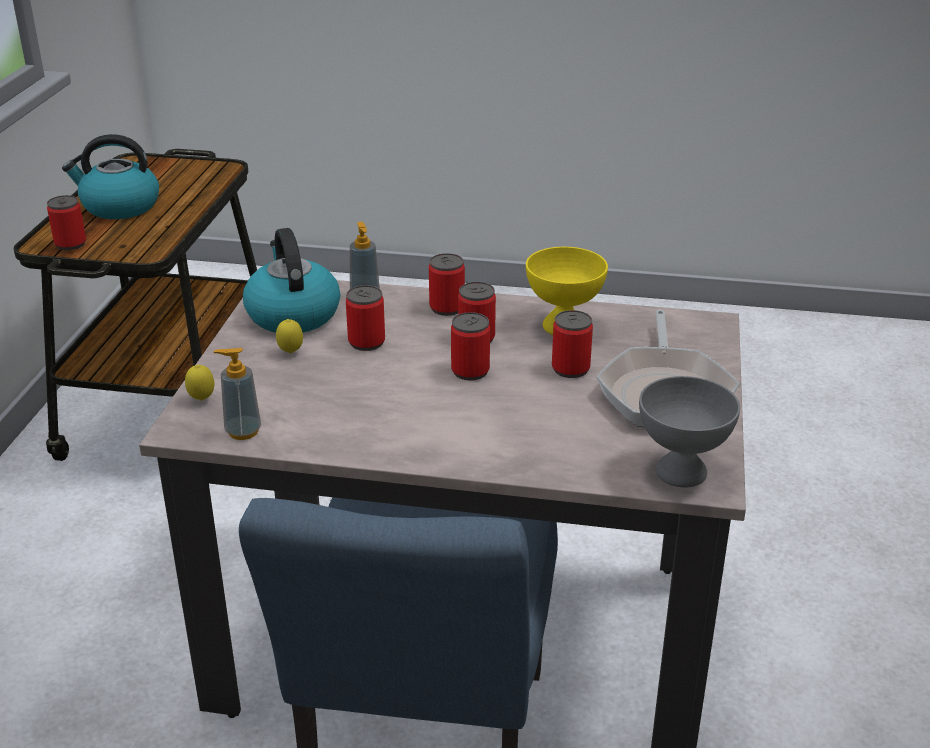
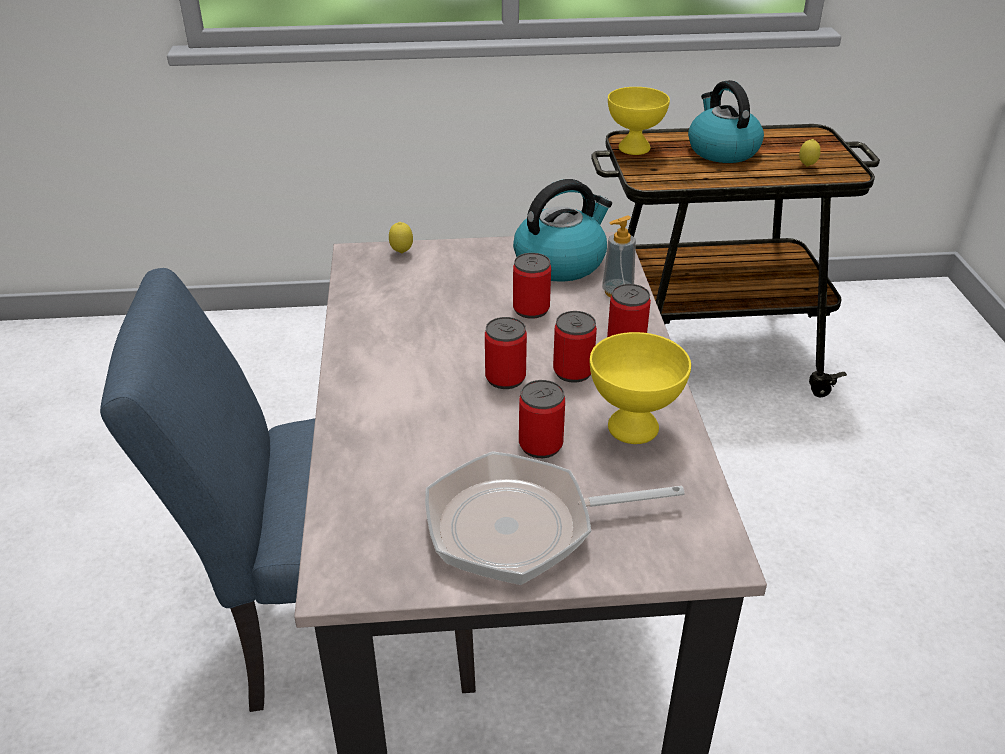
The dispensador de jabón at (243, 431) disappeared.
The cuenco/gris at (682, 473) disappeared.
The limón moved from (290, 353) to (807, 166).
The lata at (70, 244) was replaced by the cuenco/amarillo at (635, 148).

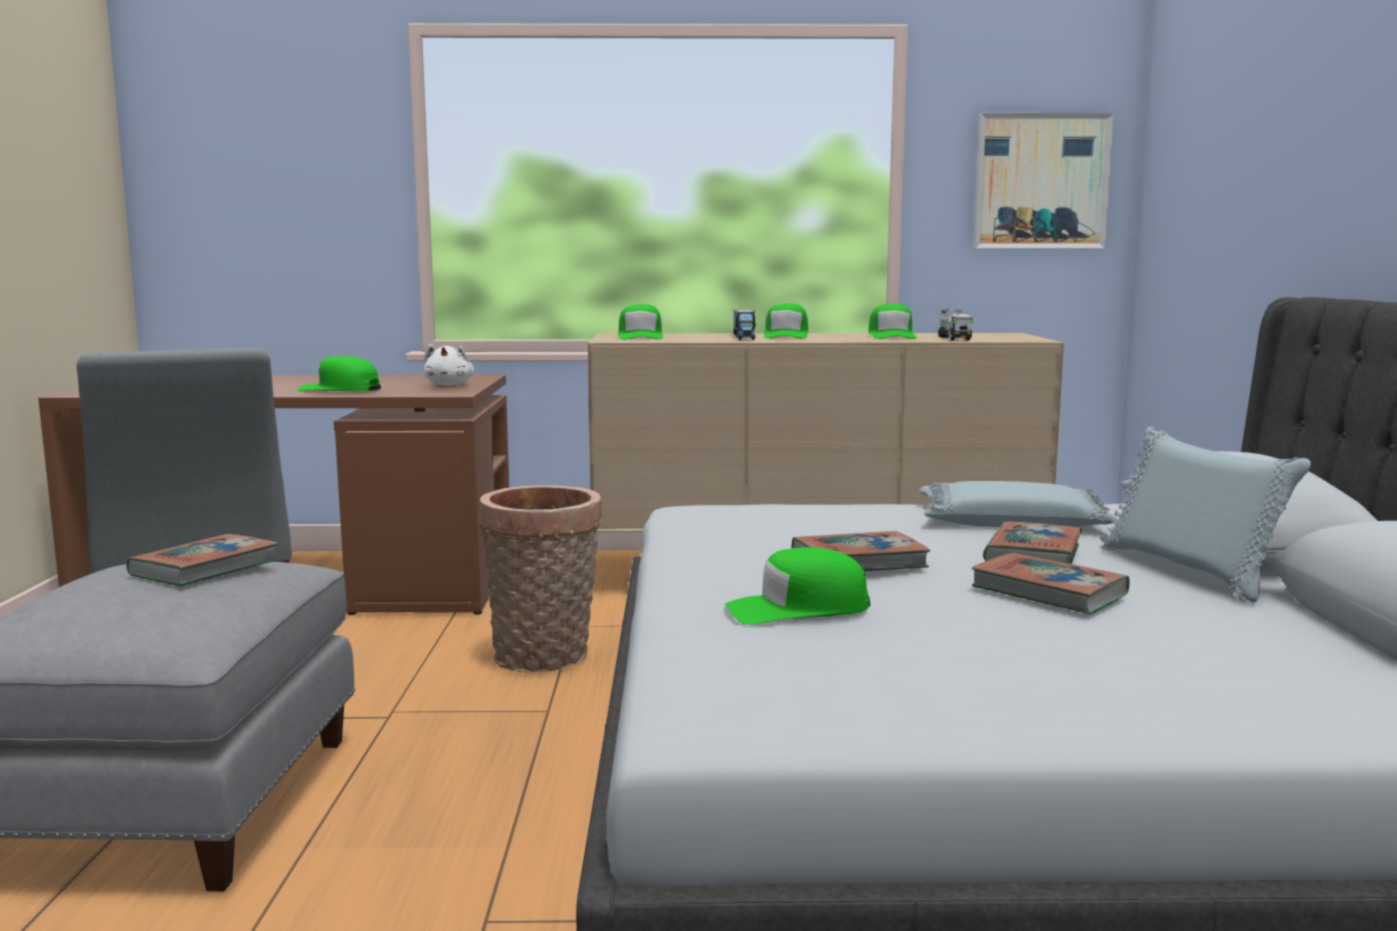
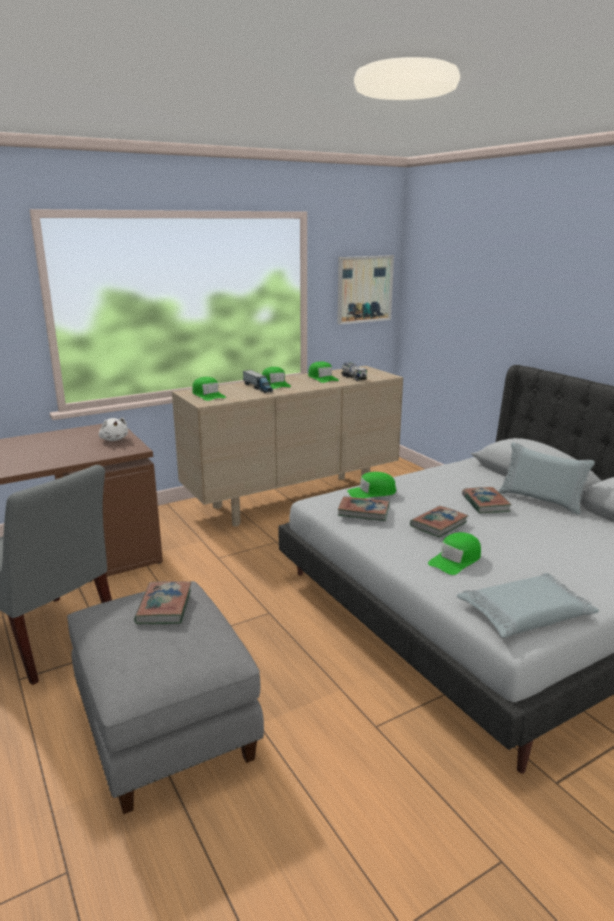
The cesta at (545, 659) disappeared.
The gorra/verde moved from (340, 390) to (372, 492).
The cojín/azul moved from (1012, 519) to (525, 612).
The libro moved from (1049, 592) to (363, 512).

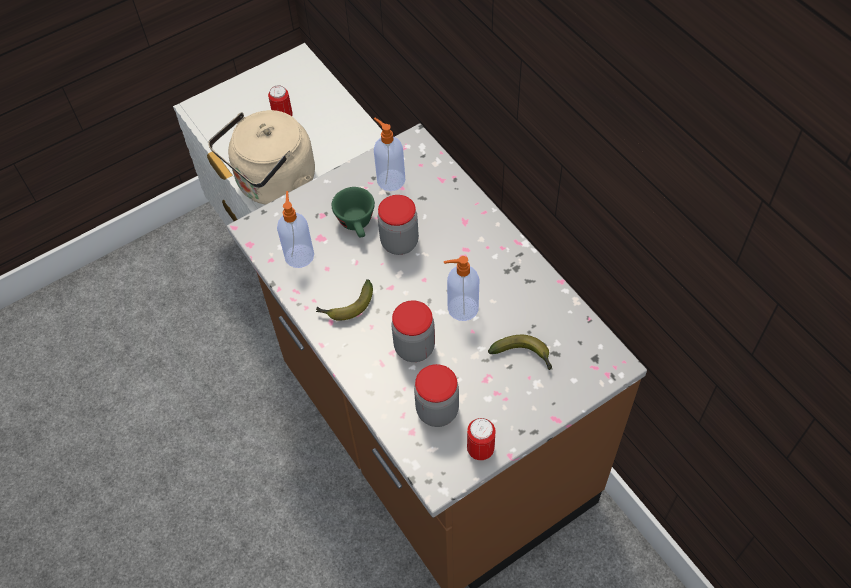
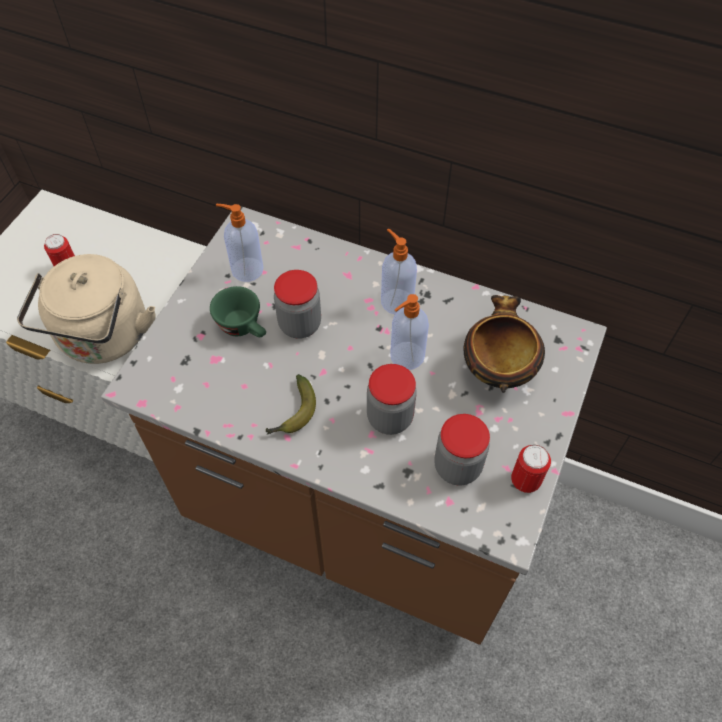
The dispensador de jabón moved from (299, 255) to (396, 301).
The plátano at (524, 356) was replaced by the cuenco at (496, 370).

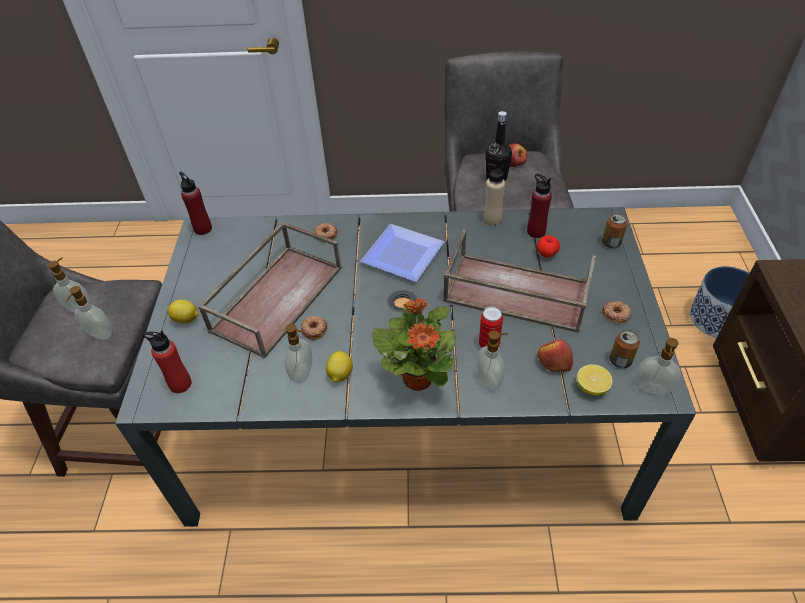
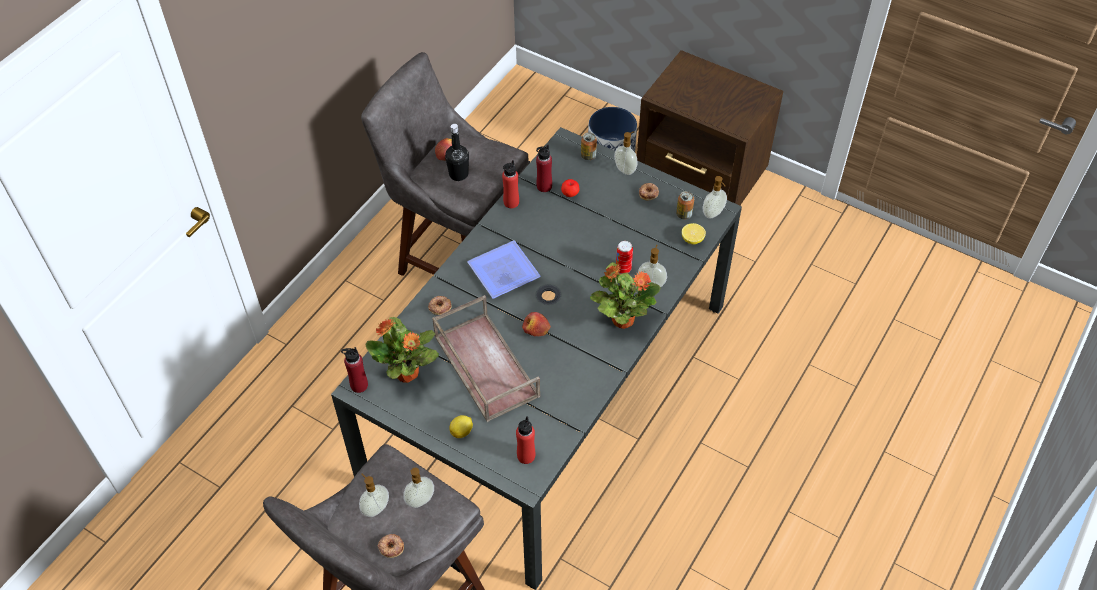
The limón at (340, 375) disappeared.
The bandeja/marrón at (515, 293) disappeared.
The planta en maceta at (407, 374) appeared.
The dispensador de jabón moved from (303, 373) to (625, 169).
The rosquilla moved from (314, 329) to (391, 546).
The manzana moved from (554, 361) to (536, 329).
The botella/beis at (492, 220) became the botella/rojo at (511, 202).

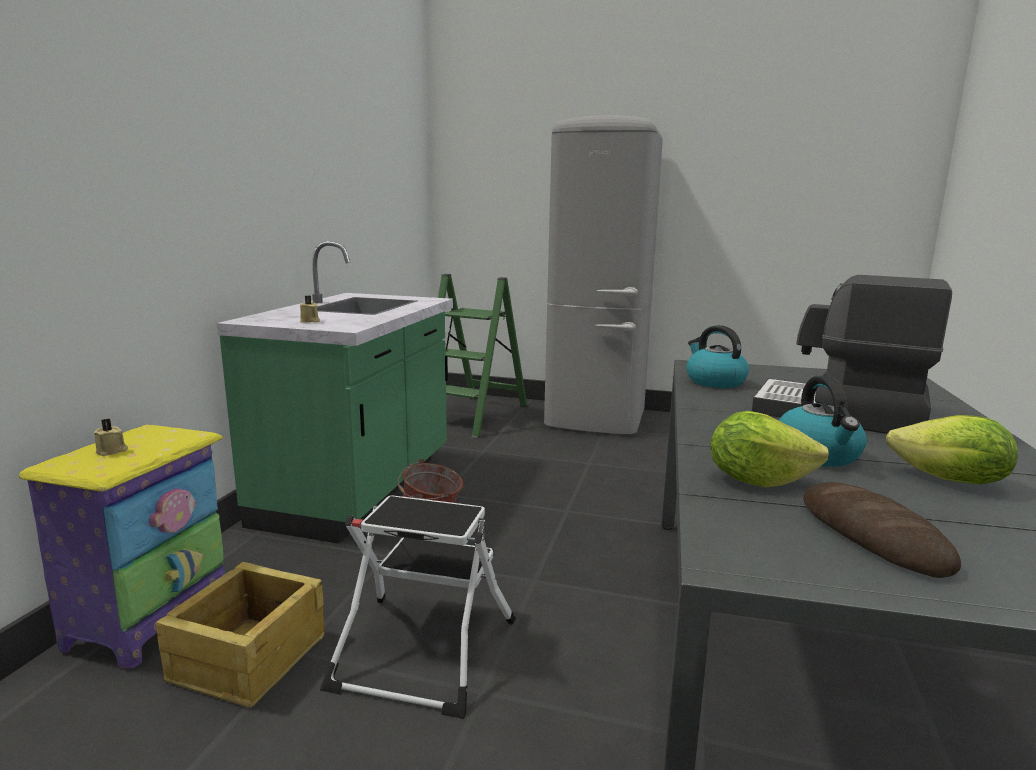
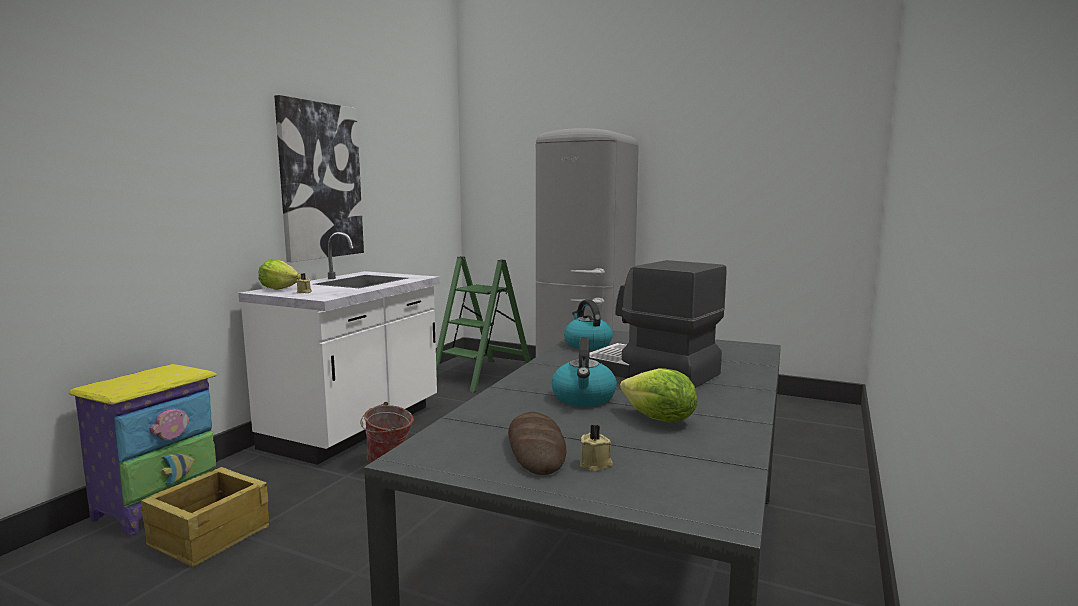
The escalera de tijera at (423, 647) disappeared.
The cuadro at (320, 181) appeared.
The vela/beis moved from (112, 451) to (596, 464).
The lechuga moved from (757, 481) to (279, 288).
The mueble bajo de cocina/verde at (359, 491) became the mueble bajo de cocina/blanco at (355, 428).

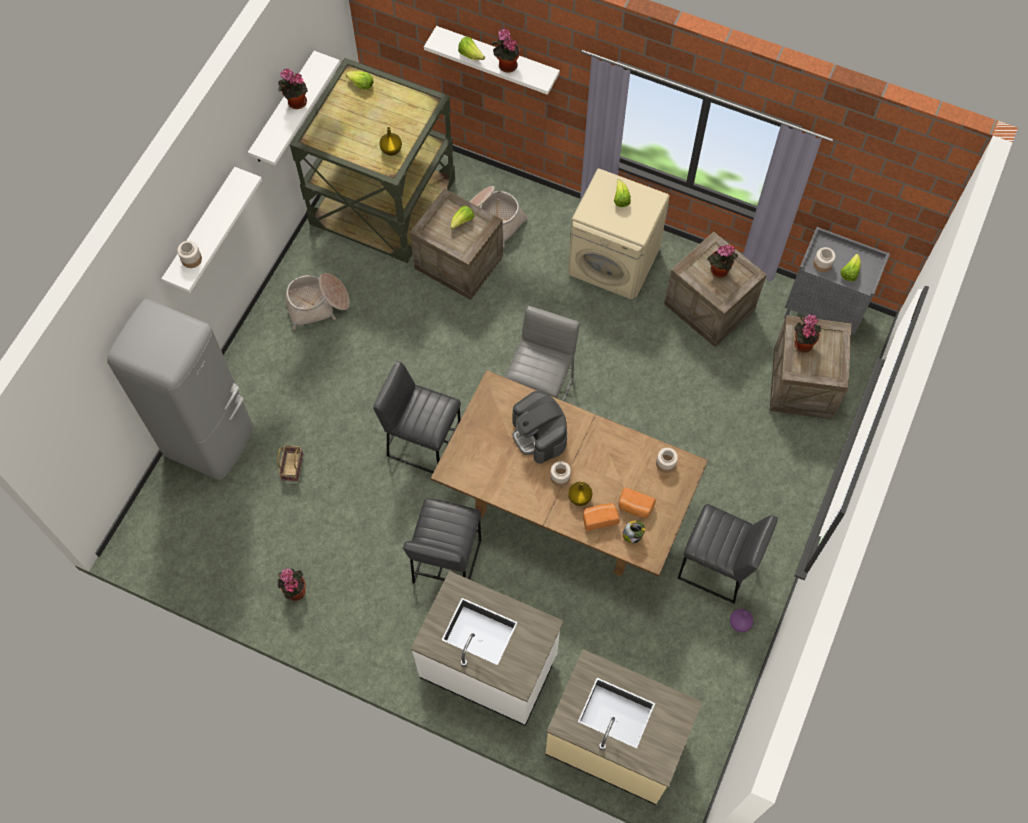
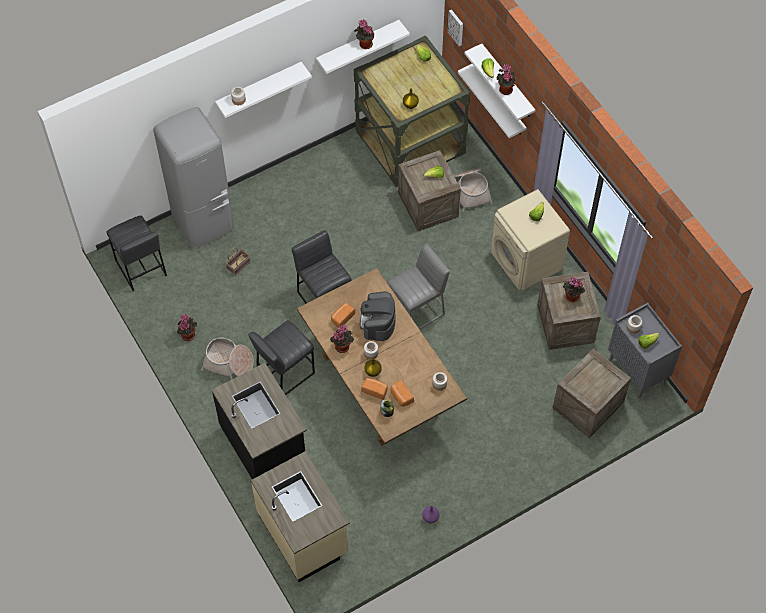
The pan at (342, 318) appeared.
The cuadro at (456, 27) appeared.
The estante/blanco at (499, 100) appeared.
The cesta moved from (318, 305) to (228, 363).
The taburete/gris moved from (717, 568) to (141, 268).
The planta en maceta moved from (802, 343) to (342, 346).
The mueble bajo de cocina/blanco at (489, 665) became the mueble bajo de cocina/negro at (264, 445).

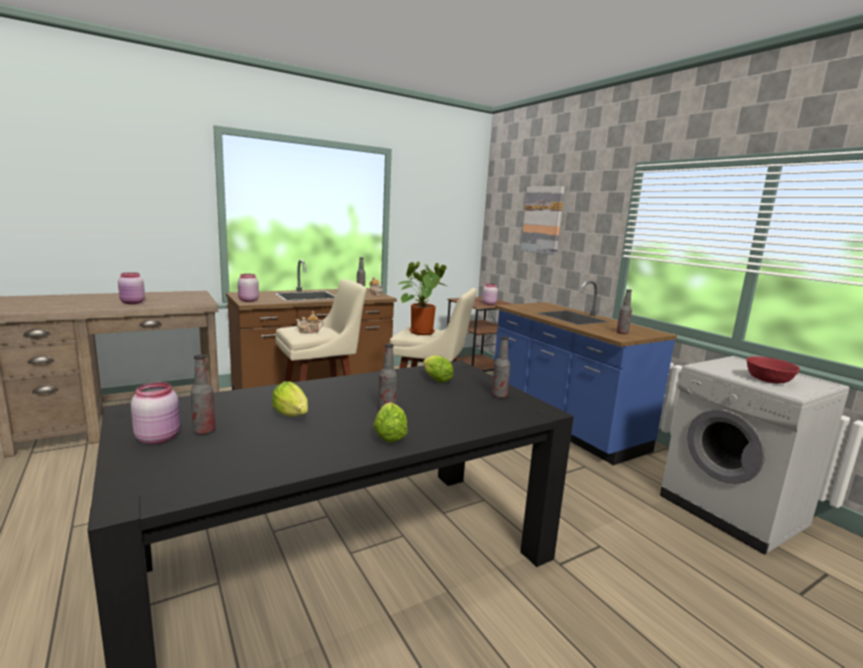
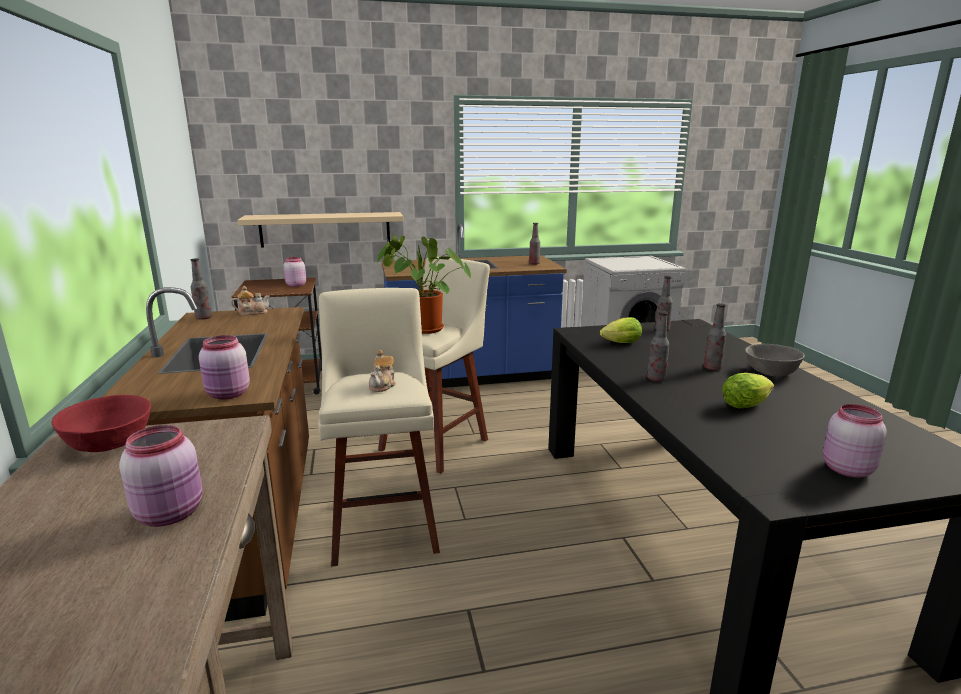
The cuadro at (543, 220) disappeared.
The estante/beis at (325, 229) appeared.
The botella moved from (204, 431) to (656, 379).
The cuenco/rojo moved from (769, 380) to (110, 442).
The lechuga at (389, 435) was replaced by the cuenco/gris at (771, 372).

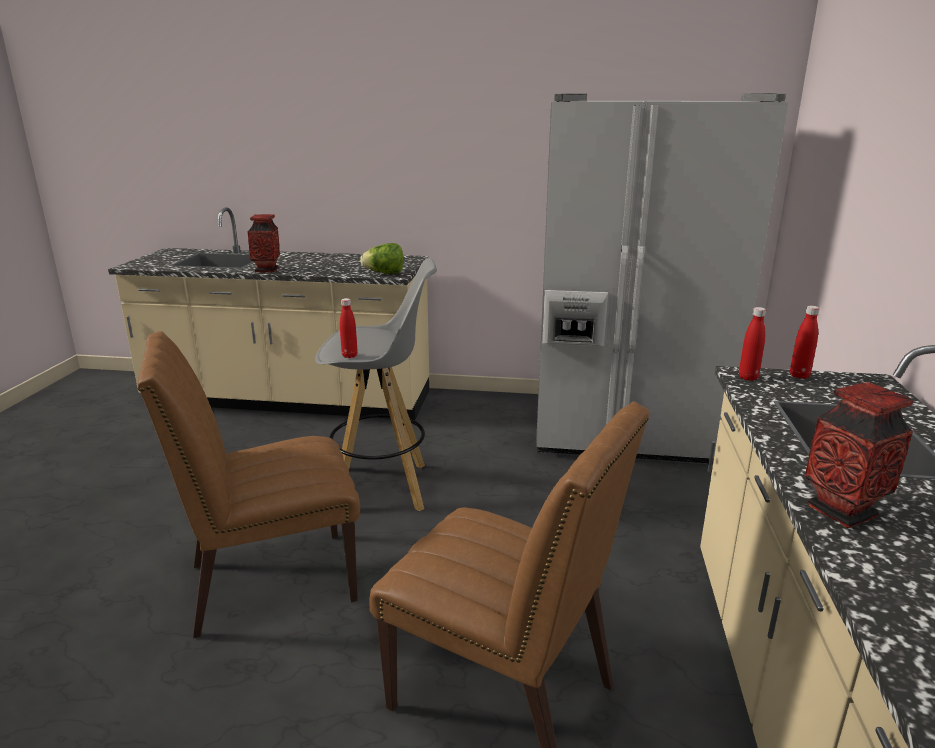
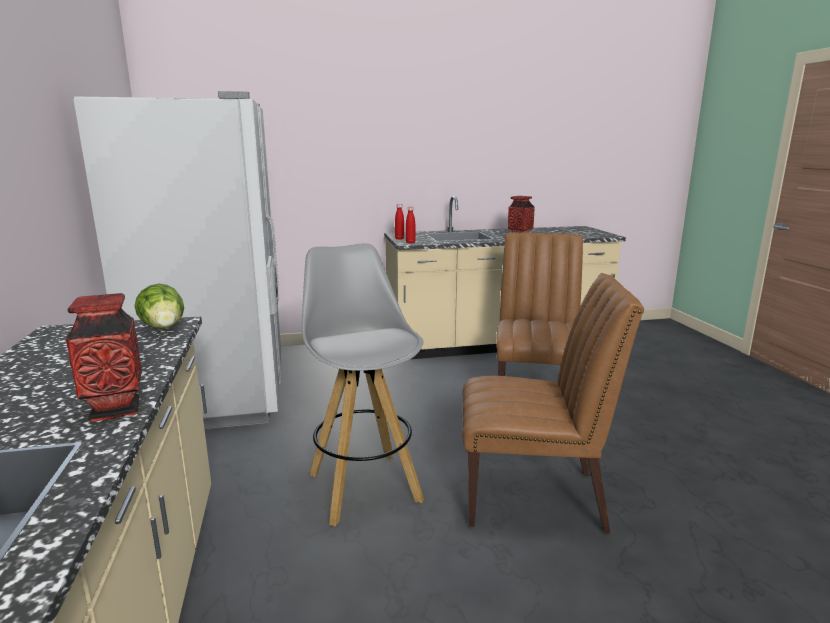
The botella/rojo at (349, 356) disappeared.
The silla/marrón at (274, 581) turned 45 degrees counterclockwise.

